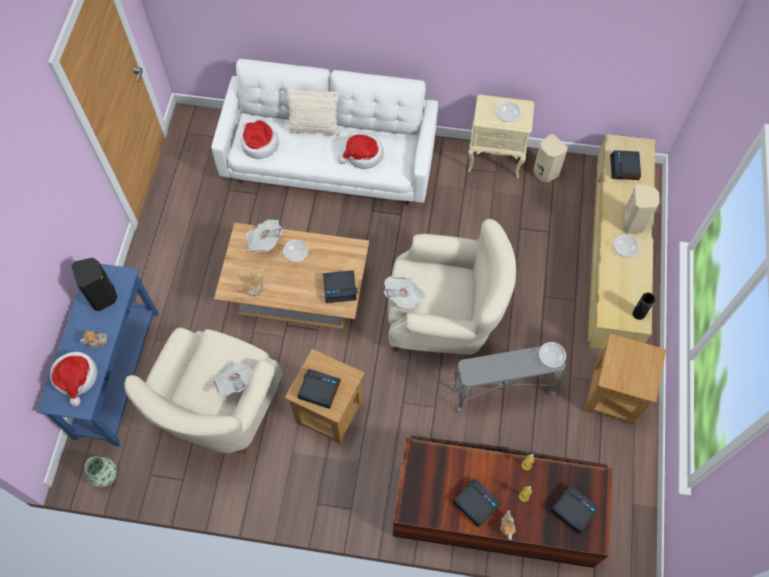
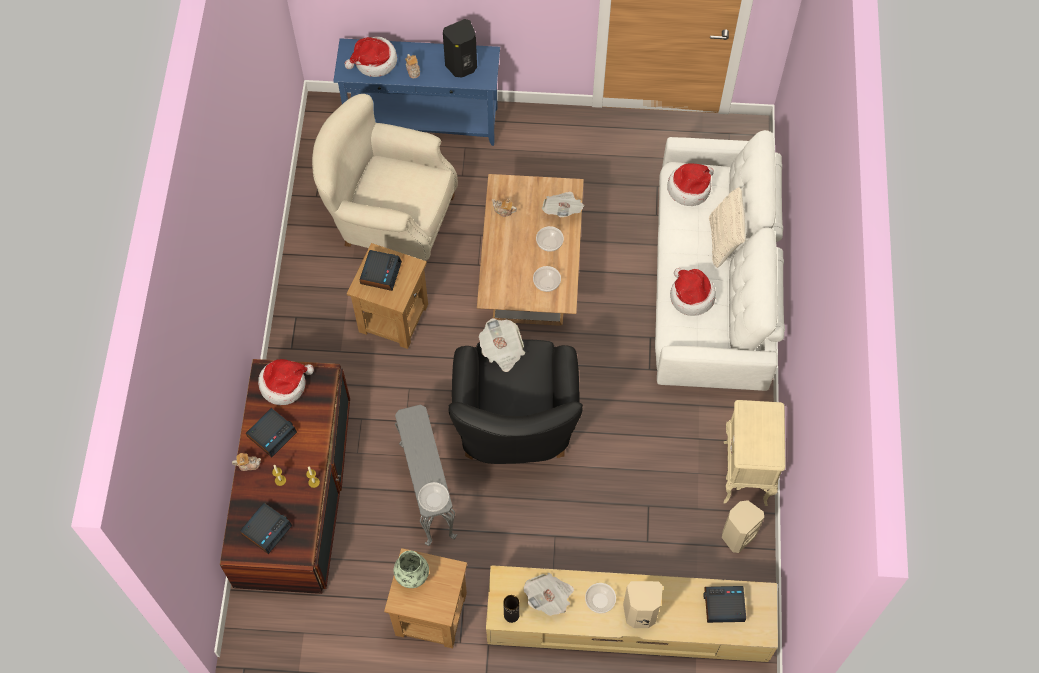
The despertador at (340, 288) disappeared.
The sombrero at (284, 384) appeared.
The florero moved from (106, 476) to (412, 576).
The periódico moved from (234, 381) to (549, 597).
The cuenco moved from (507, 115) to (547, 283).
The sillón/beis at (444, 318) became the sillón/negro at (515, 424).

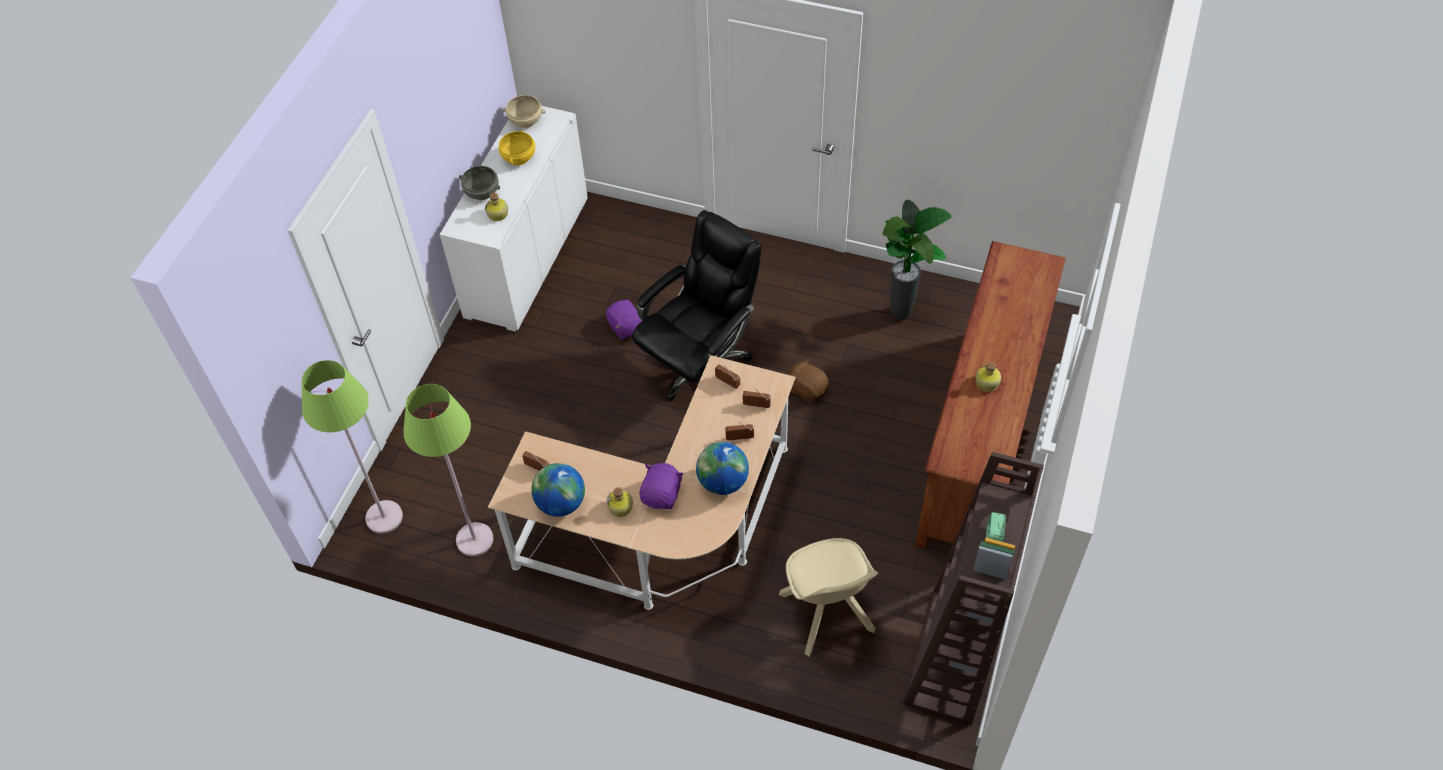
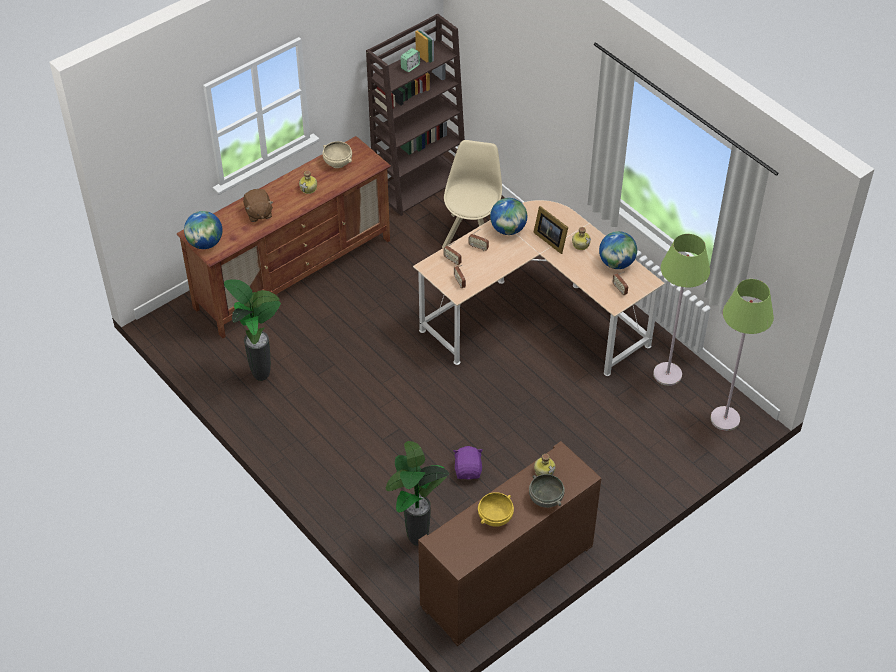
The silla de oficina/negro at (700, 370) disappeared.
The globo terráqueo at (205, 243) appeared.
The planta en maceta at (416, 541) appeared.
The cuenco/beis moved from (526, 120) to (337, 163).
The peluche/marrón moved from (806, 388) to (258, 213).
The peluche/morado at (662, 495) was replaced by the portarretratos at (550, 239).
The armario/blanco at (527, 257) became the armario/marrón at (507, 576).

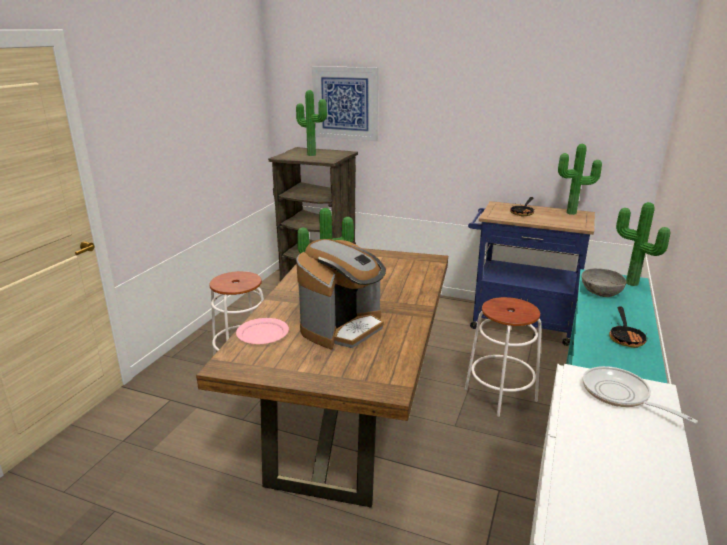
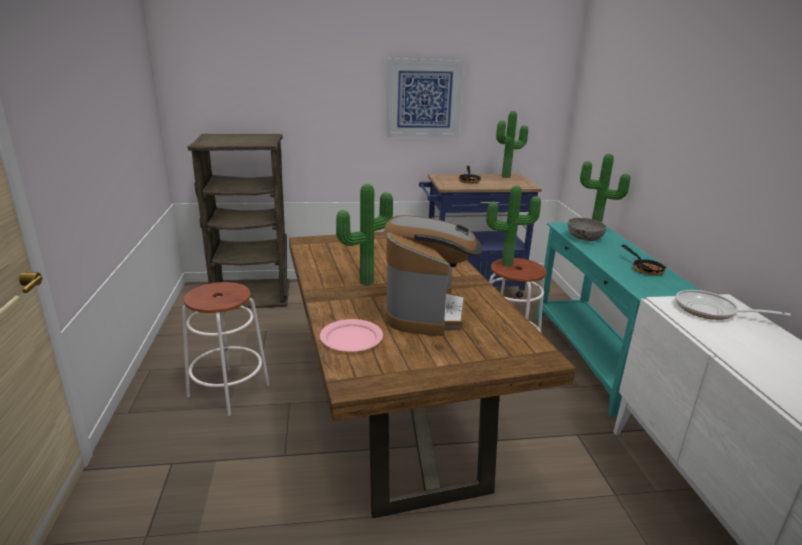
The planta en maceta moved from (312, 154) to (506, 263).
The cuadro moved from (345, 103) to (424, 99).

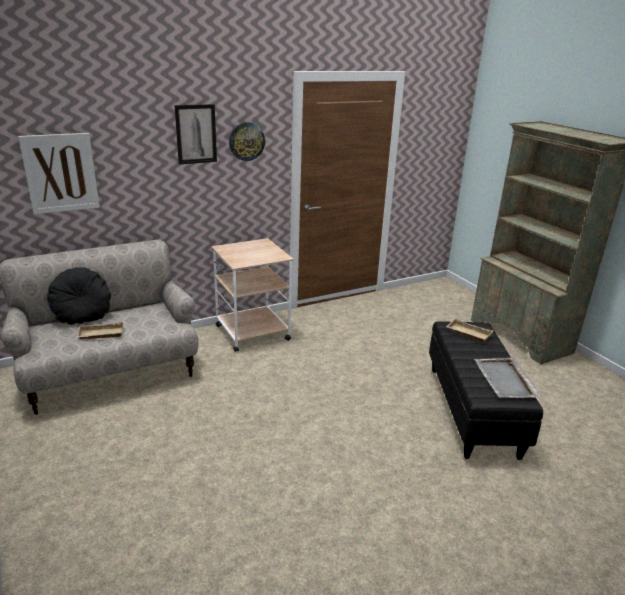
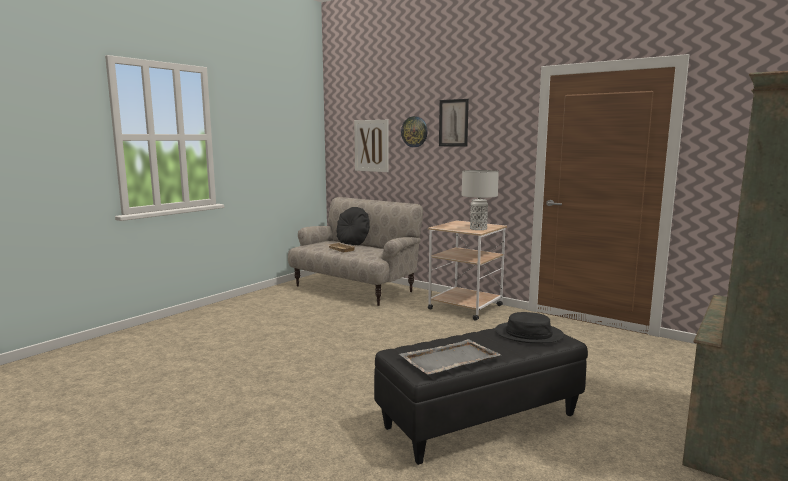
The lámpara de mesa/blanco at (478, 228) appeared.
The reloj de pared moved from (246, 141) to (414, 131).
The bandeja/beis at (467, 333) was replaced by the sombrero/negro at (528, 334).

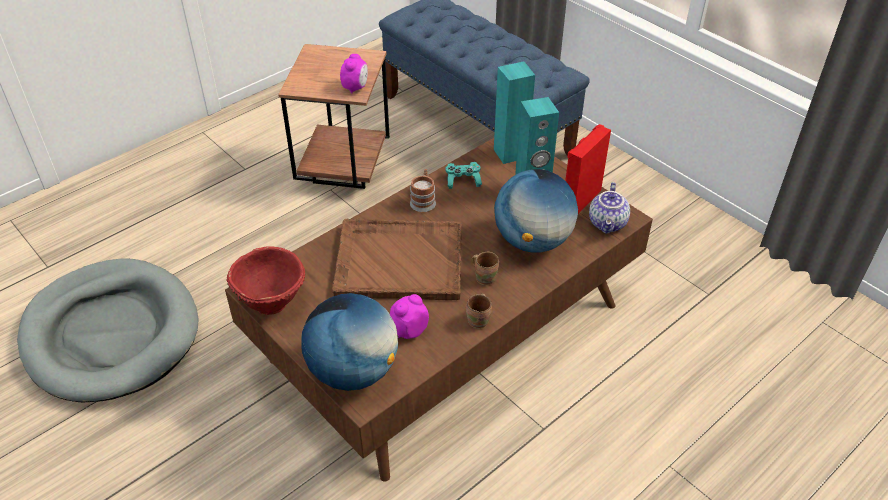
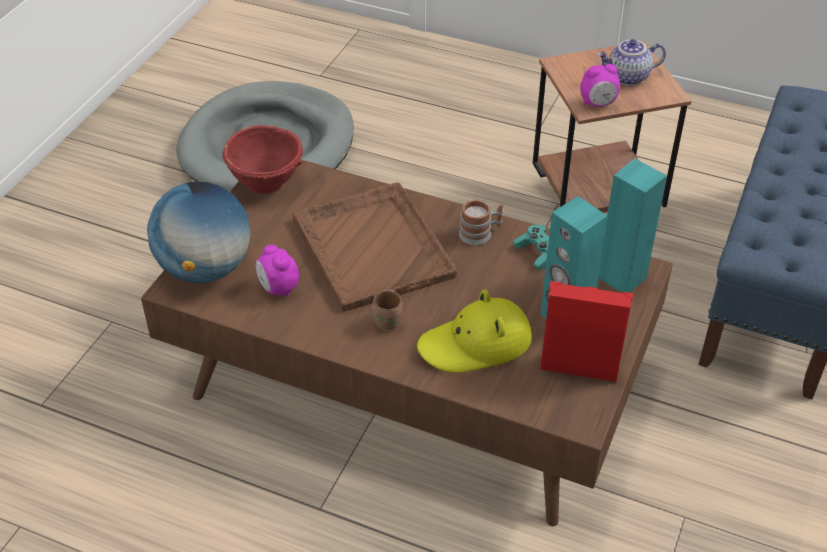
The taza grande/marrón at (479, 321) disappeared.
The tetera moved from (608, 224) to (628, 78).
The globo terráqueo at (532, 241) was replaced by the sombrero/amarillo at (476, 344).
The despertador at (409, 330) turned 150 degrees counterclockwise.

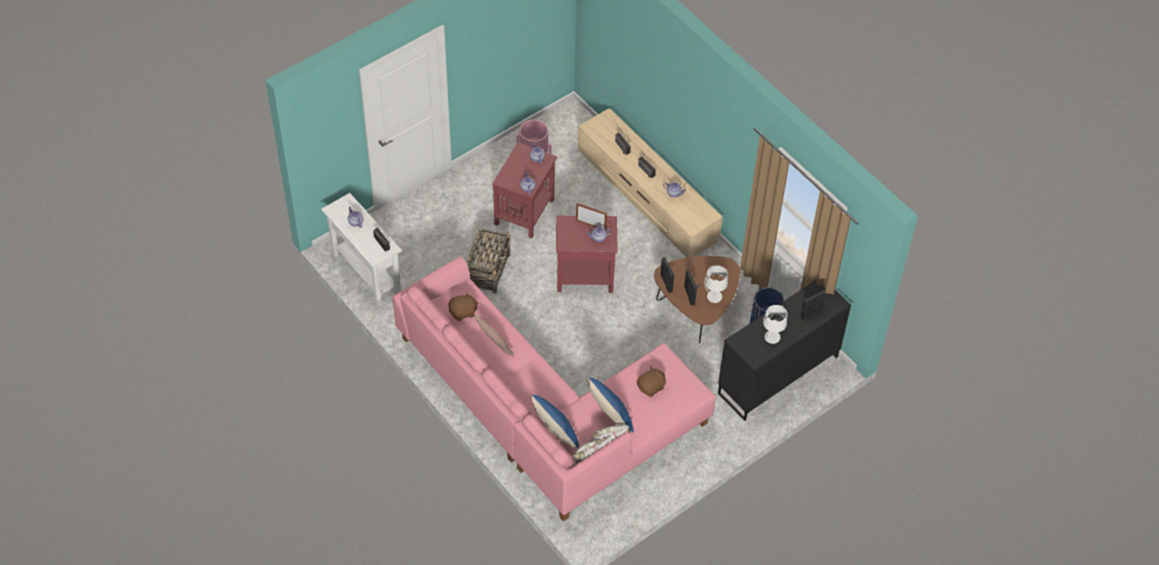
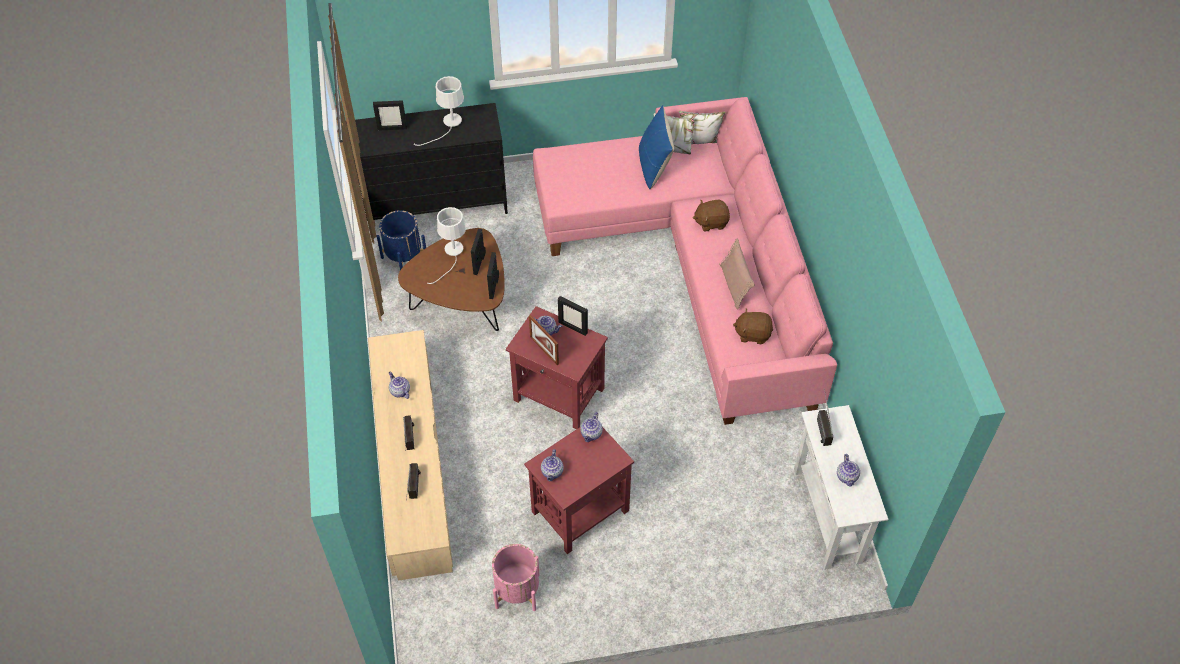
The cesta at (488, 270) disappeared.
The cojín/azul at (555, 434) disappeared.
The portarretratos at (573, 327) appeared.
The peluche/marrón moved from (651, 387) to (711, 222).

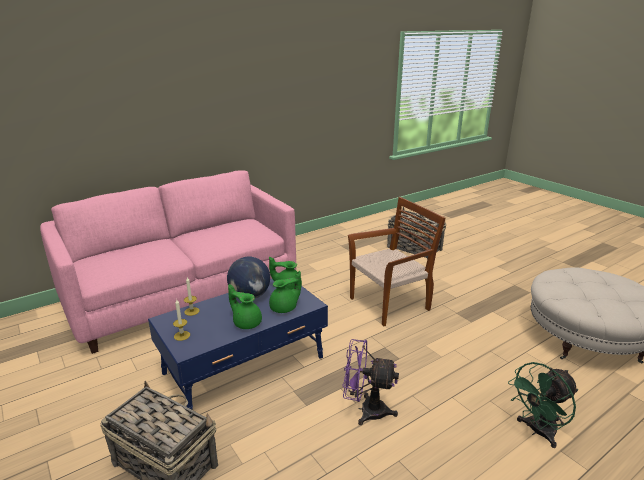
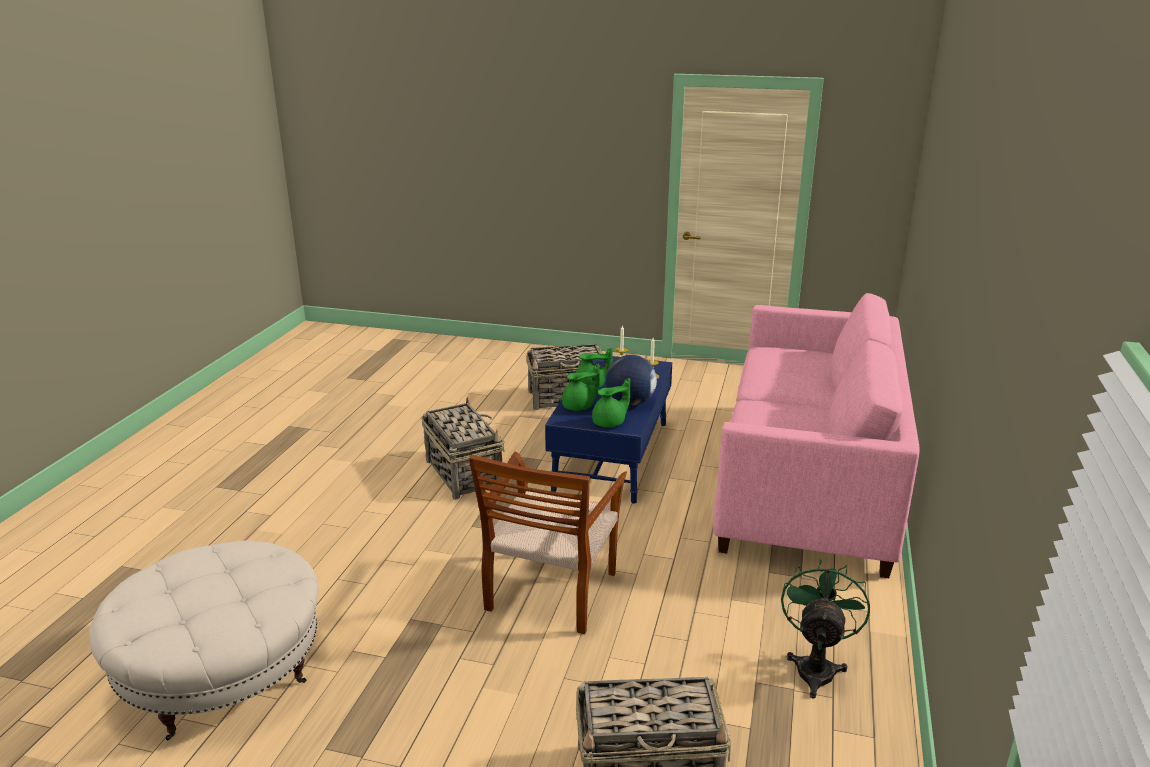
The ventilador/verde moved from (537, 431) to (816, 667).
The ventilador/morado at (366, 410) was replaced by the cesta at (463, 473).
The tetera/verde at (285, 308) turned 135 degrees counterclockwise.

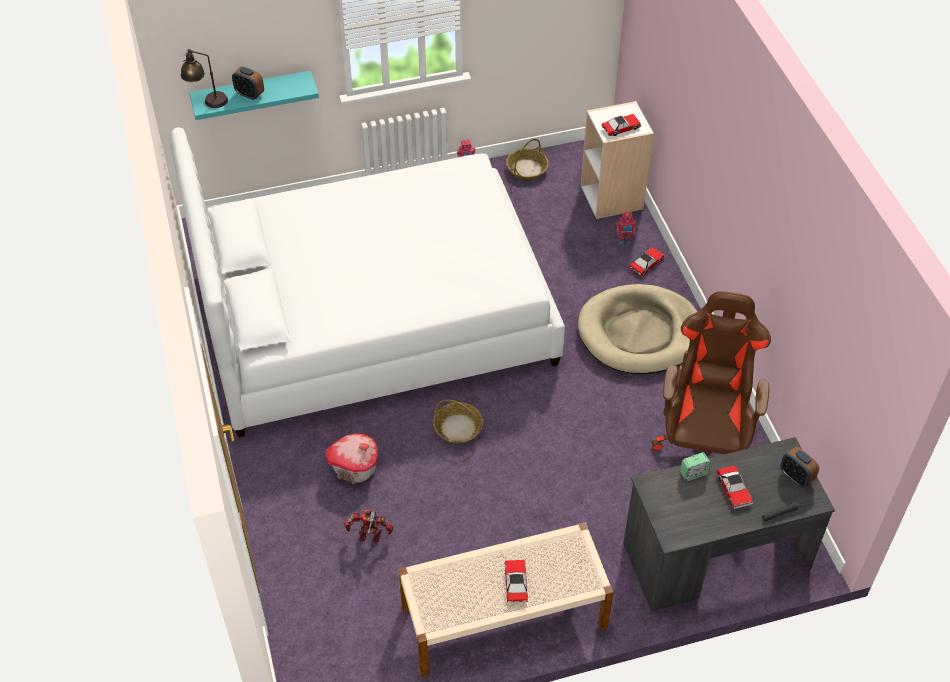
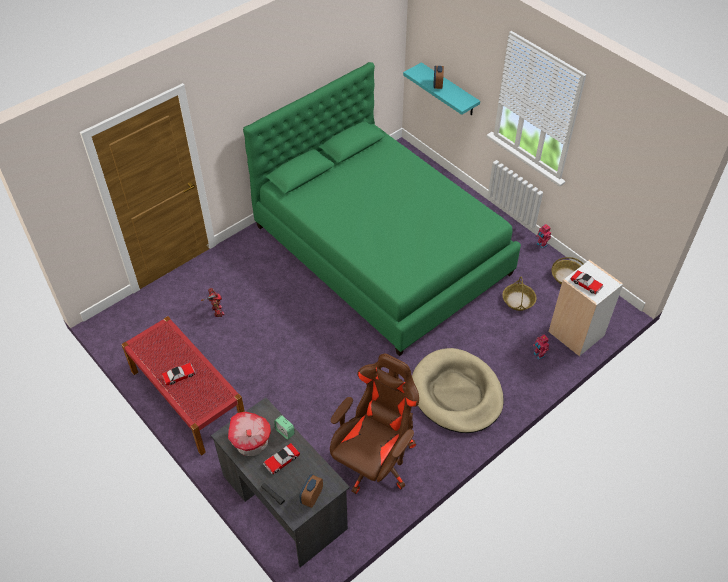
The lámpara de mesa at (207, 101) disappeared.
The coche de juguete at (646, 264) disappeared.
The casita moved from (355, 468) to (251, 442).
The cesta moved from (457, 428) to (518, 300).
The cama/blanco at (374, 317) became the cama/verde at (381, 249).
The banco/beis at (504, 617) became the banco/rojo at (187, 397).
The silla de oficina/marrón at (702, 448) turned 45 degrees counterclockwise.

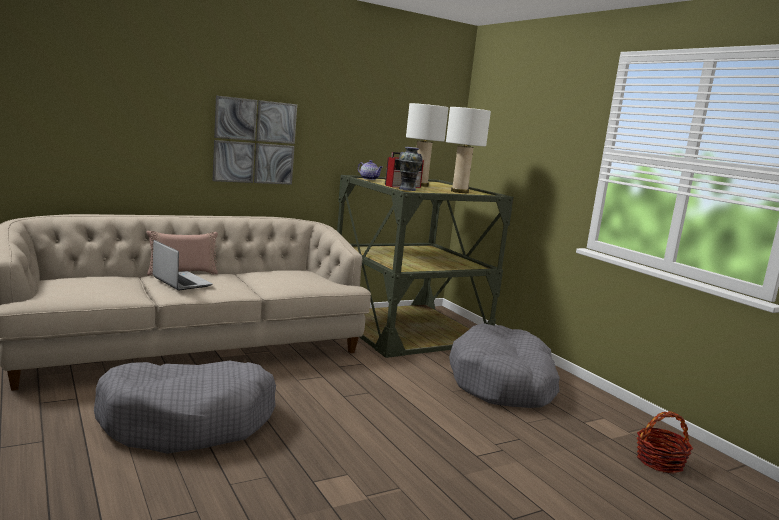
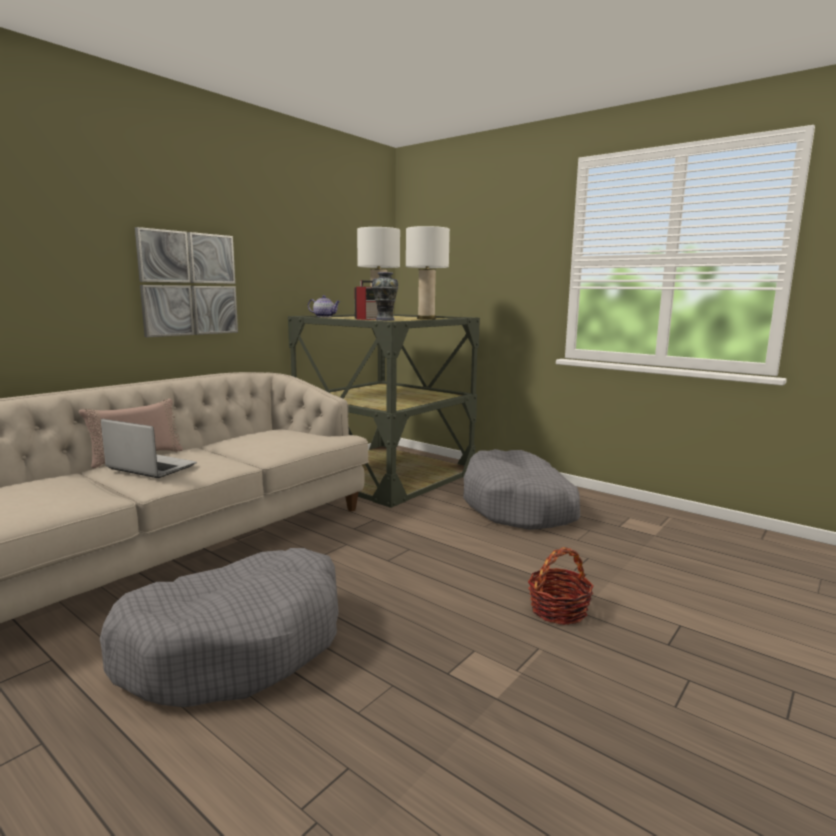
The cesta moved from (659, 462) to (558, 610).

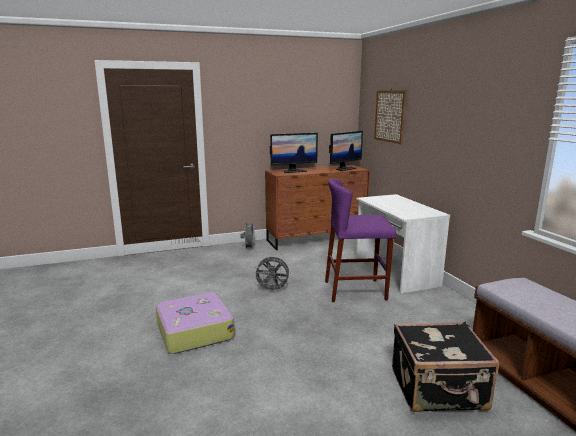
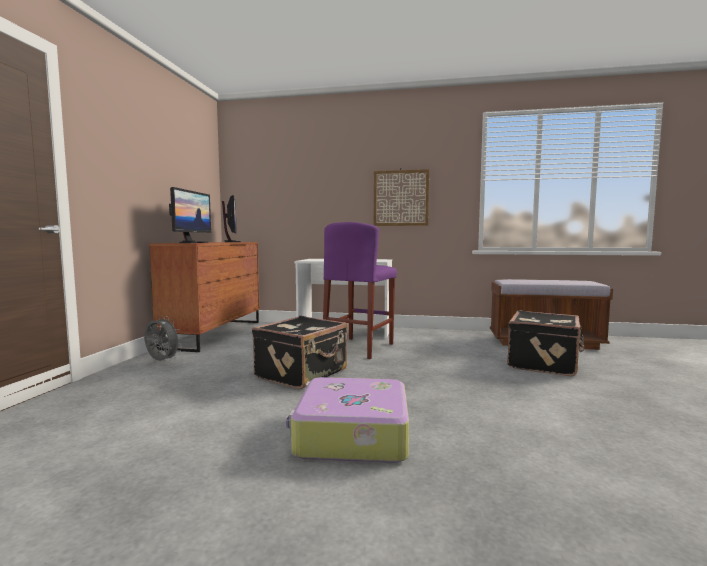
The cuadro moved from (390, 115) to (401, 197).
The ventilador/gris at (272, 290) was replaced by the maleta/negro at (303, 374).

